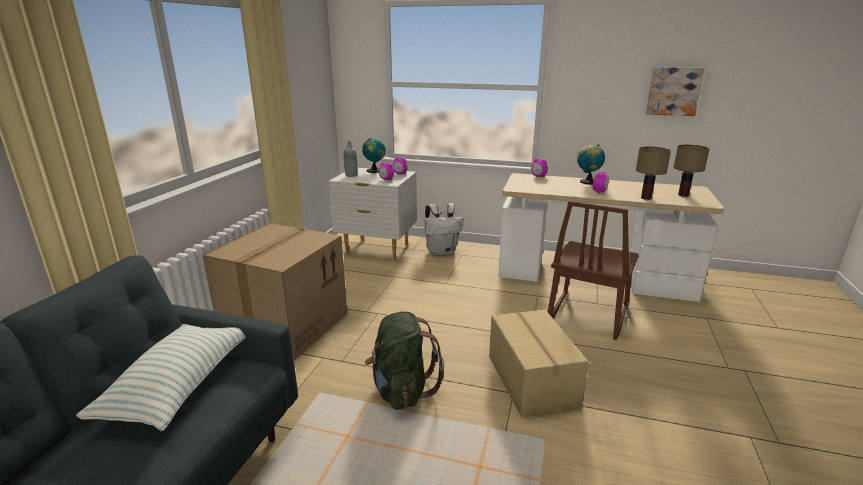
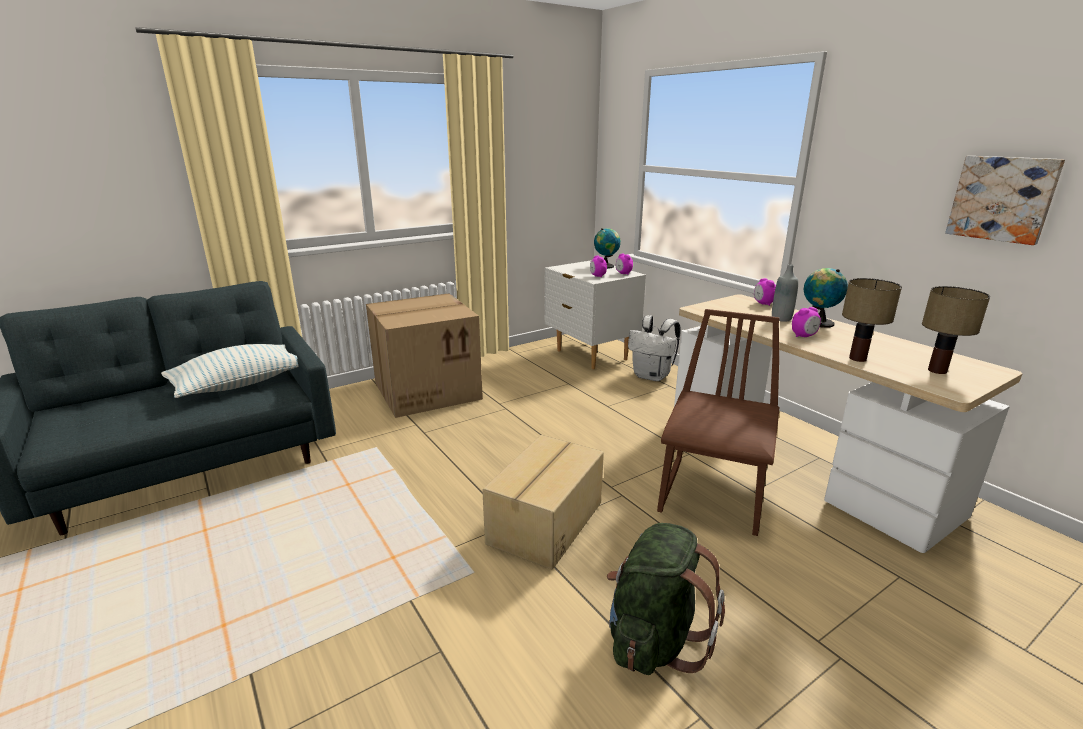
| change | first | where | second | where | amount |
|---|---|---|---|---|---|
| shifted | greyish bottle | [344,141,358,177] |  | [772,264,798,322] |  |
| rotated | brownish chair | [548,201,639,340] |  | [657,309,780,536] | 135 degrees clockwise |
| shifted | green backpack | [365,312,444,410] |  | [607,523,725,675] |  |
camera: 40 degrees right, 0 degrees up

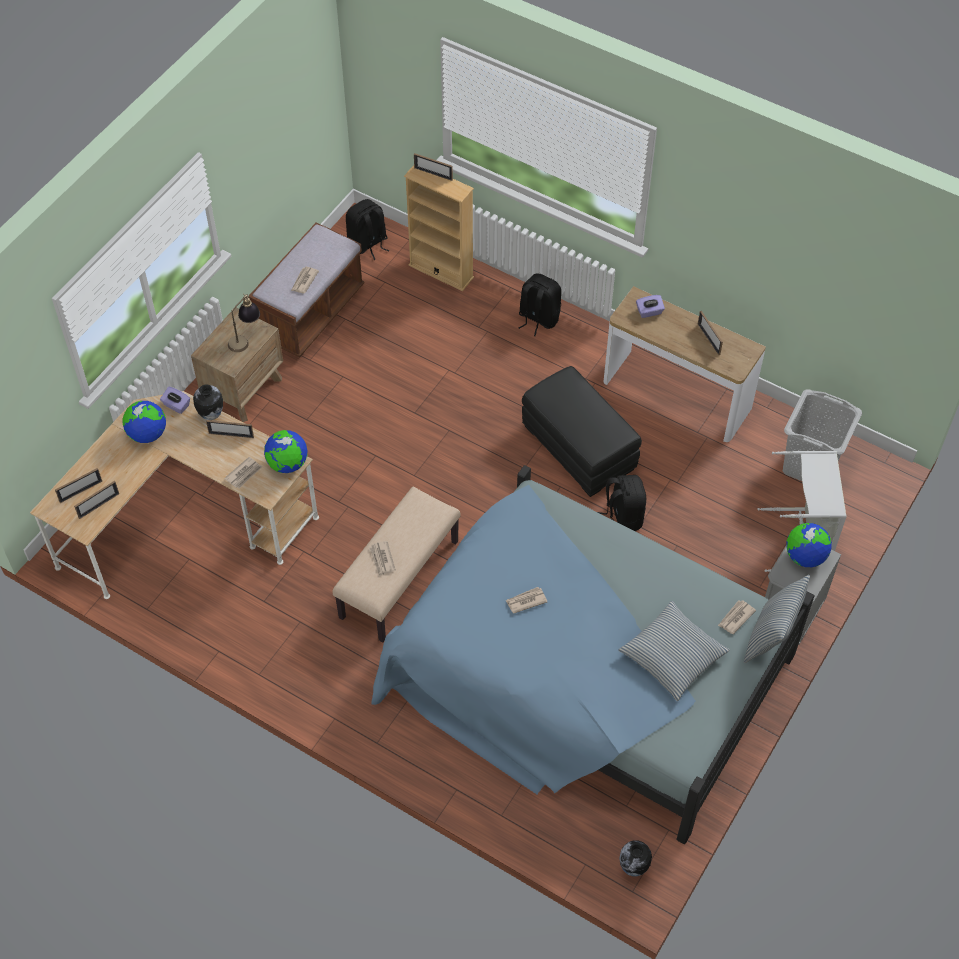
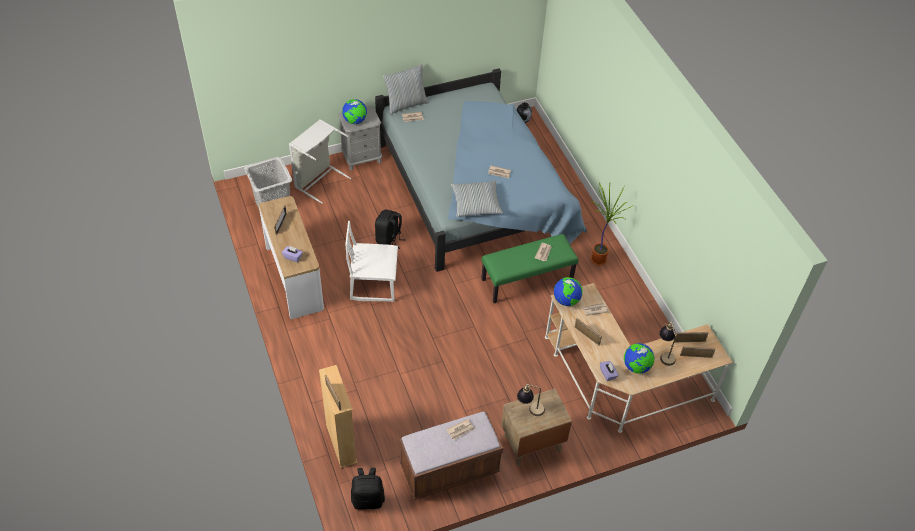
| change | first | where | second | where | amount |
|---|---|---|---|---|---|
| gone | blackish backpack | [519,273,561,336] |  |  |  |
| swapped | blackish pouffe | [522,366,642,497] | white chair | [345,221,398,302] |  |
| gone | vase | [193,384,223,420] |  |  |  |
| repainted | sand-coloured long seat | [332,487,461,642] | green long seat | [482,234,578,303] |  |
| shifted | throw pillow | [618,601,730,701] |  | [451,180,503,217] |  |
| new |  |  | potted plant | [590,182,634,265] |  |
| new |  |  | lamp for a table | [659,321,676,366] |  |
camera: 145 degrees left, 5 degrees down

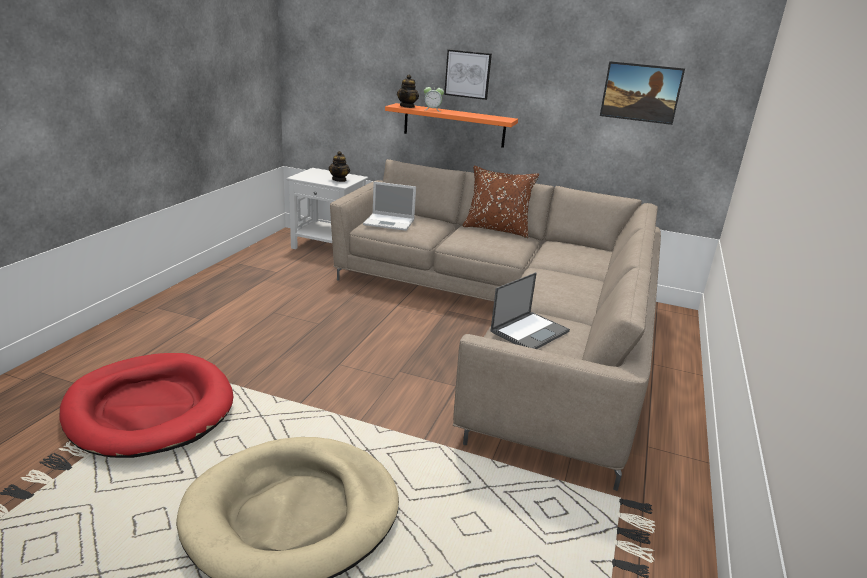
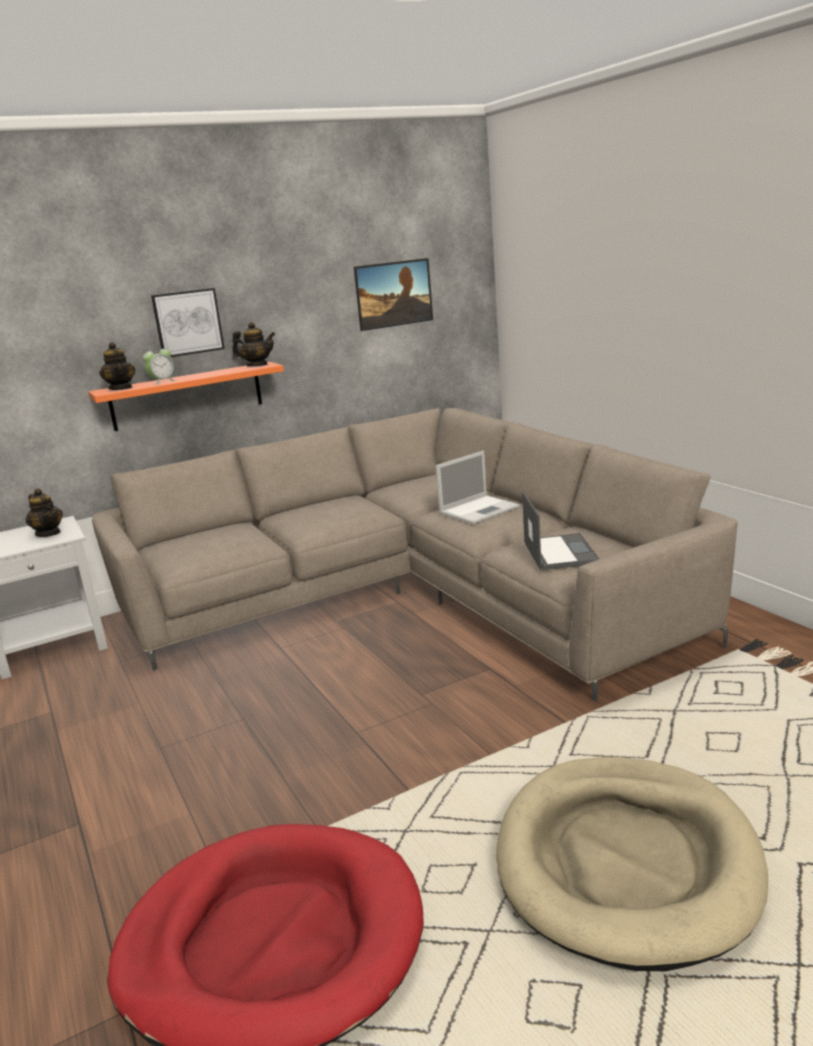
| change | first | where | second | where | amount |
|---|---|---|---|---|---|
| gone | brownish throw pillow | [463,166,539,238] |  |  |  |
| shifted | laptop | [363,181,416,231] |  | [435,451,520,524] |  |
| new |  |  | tea pot | [232,322,275,367] |  |
camera: 45 degrees left, 5 degrees down

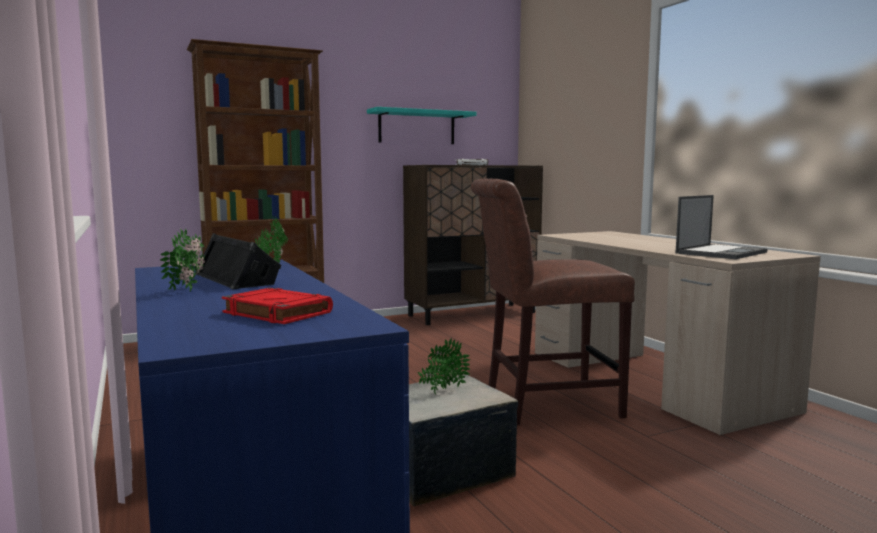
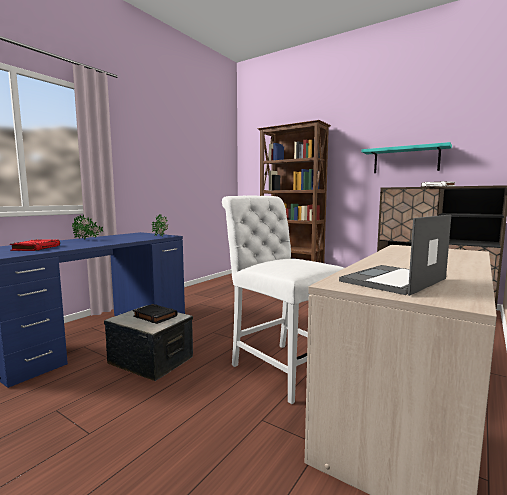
| change | first | where | second | where | amount |
|---|---|---|---|---|---|
| repainted | brownish chair | [471,178,635,425] | white chair | [222,196,344,404] |  |
| rotated | laptop | [676,195,767,259] |  | [339,215,451,296] | 120 degrees clockwise |
| gone | blackish speaker | [195,233,281,290] |  |  |  |
| swapped | potted plant | [418,338,470,394] | blackish book | [133,304,178,324] |  |
camera: 60 degrees right, 0 degrees up

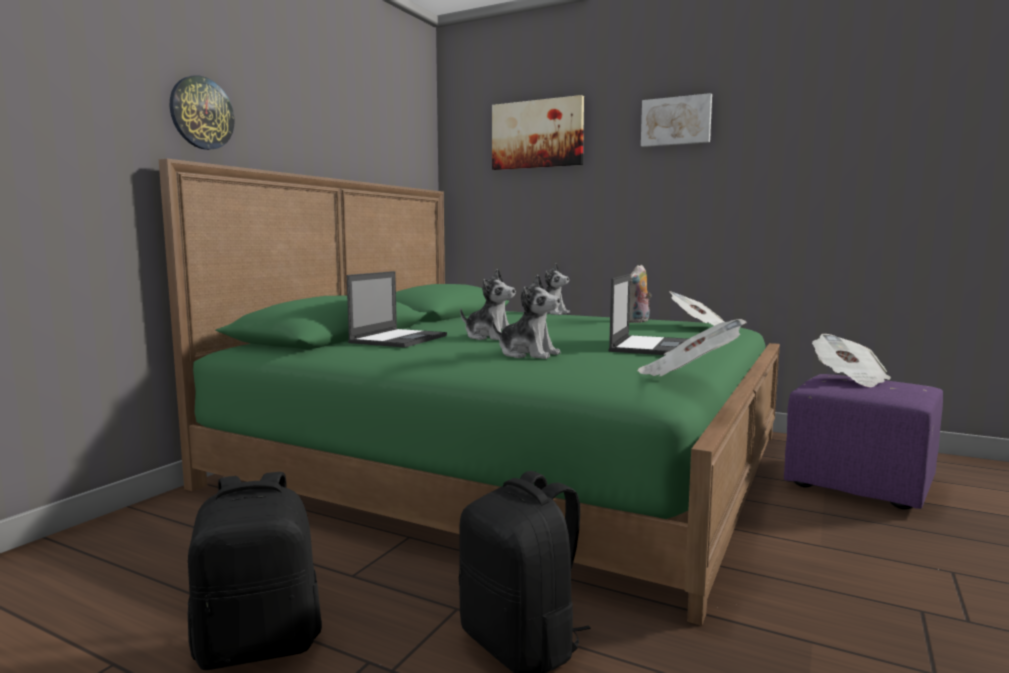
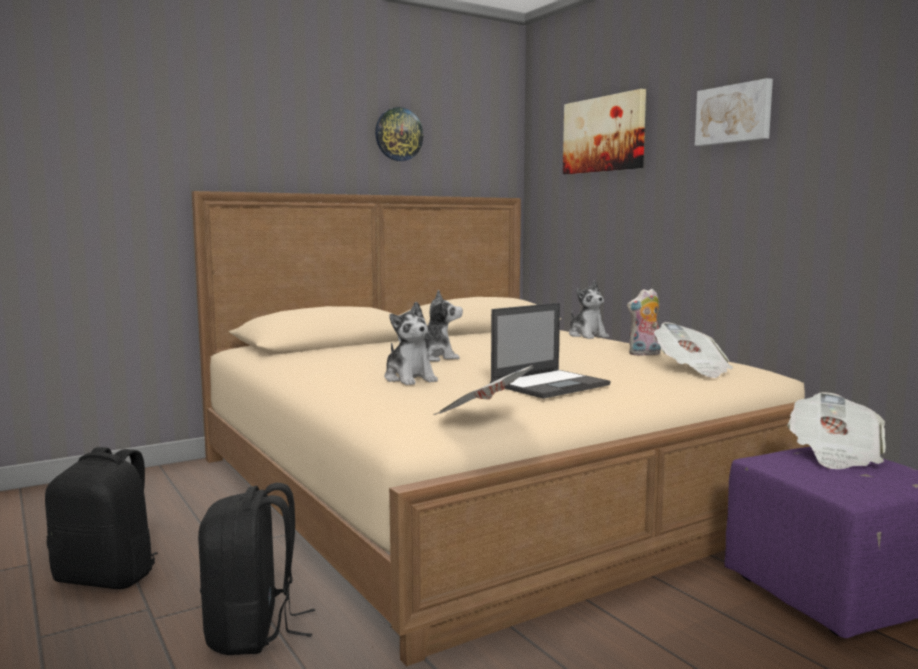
| change | first | where | second | where | amount |
|---|---|---|---|---|---|
| shifted | clock on the wall | [170,76,234,150] |  | [375,107,423,161] |  |
| repainted | green bed | [159,159,780,626] | sand-coloured bed | [192,191,811,666] |  |
| rotated | cuddly toy | [460,269,516,340] |  | [398,290,463,362] | 75 degrees counterclockwise |
| gone | laptop | [347,271,447,348] |  |  |  |
camera: 30 degrees right, 0 degrees up

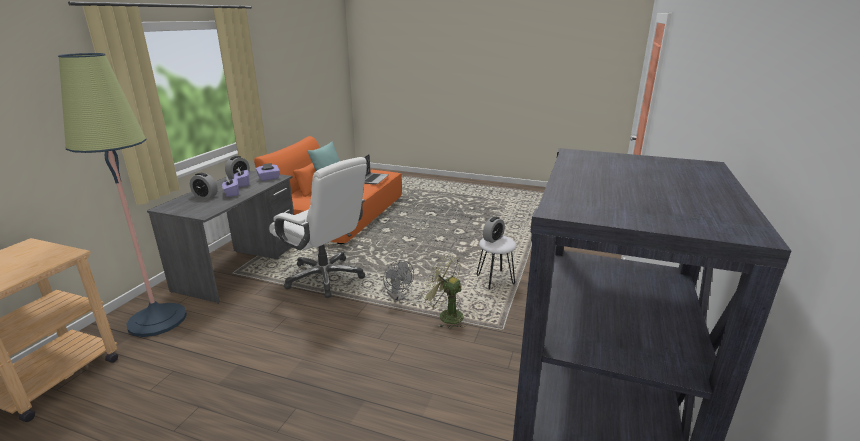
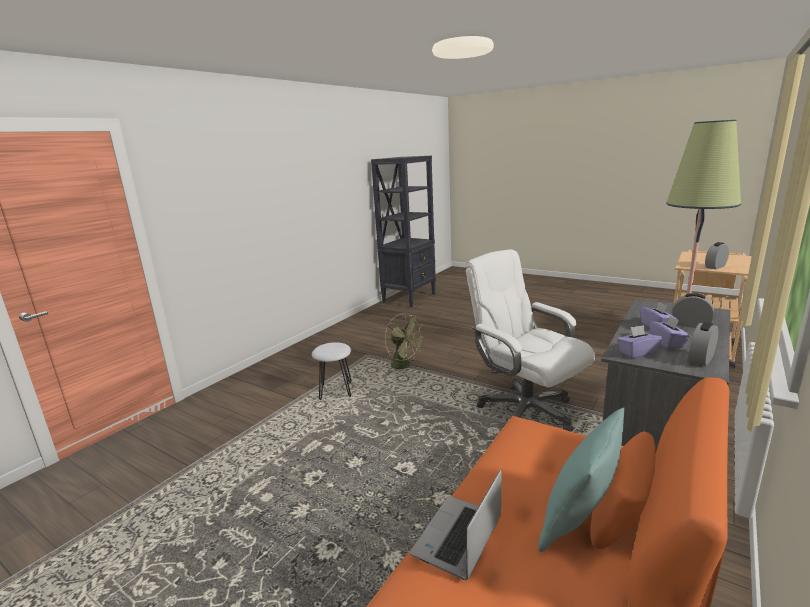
| change | first | where | second | where | amount |
|---|---|---|---|---|---|
| shifted | bedside clock | [483,216,505,243] |  | [705,242,729,270] |  |
| gone | greyish electric fan | [383,260,414,302] |  |  |  |
camera: 165 degrees left, 5 degrees down

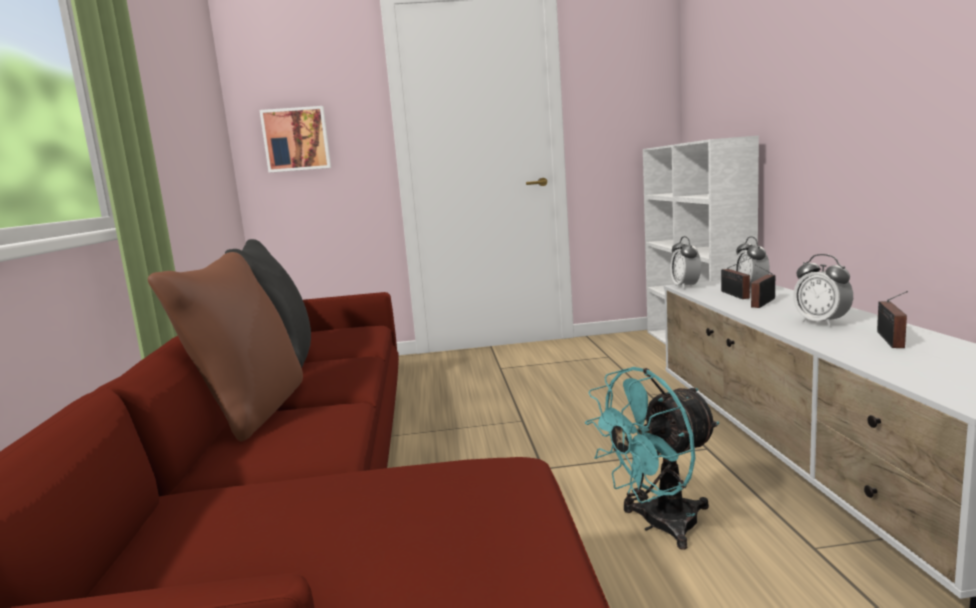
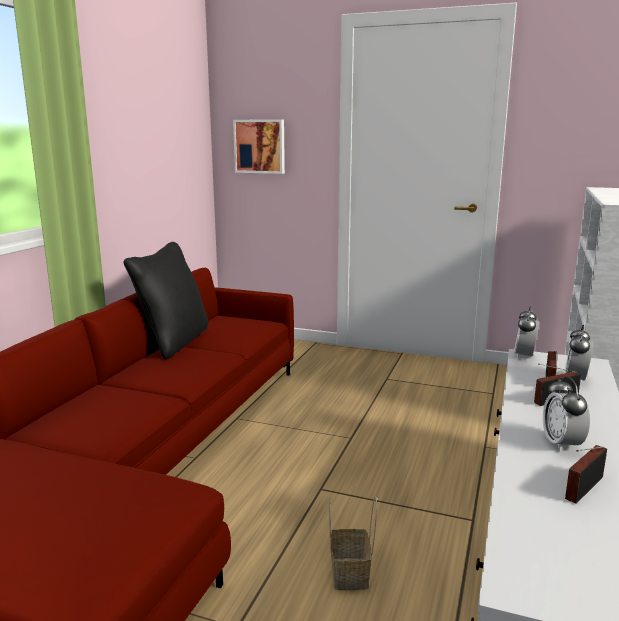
| change | first | where | second | where | amount |
|---|---|---|---|---|---|
| gone | brownish throw pillow | [148,252,303,441] |  |  |  |
| swapped | turquoise electric fan | [585,367,719,550] | household basket | [329,496,377,590] |  |
camera: 25 degrees right, 5 degrees up

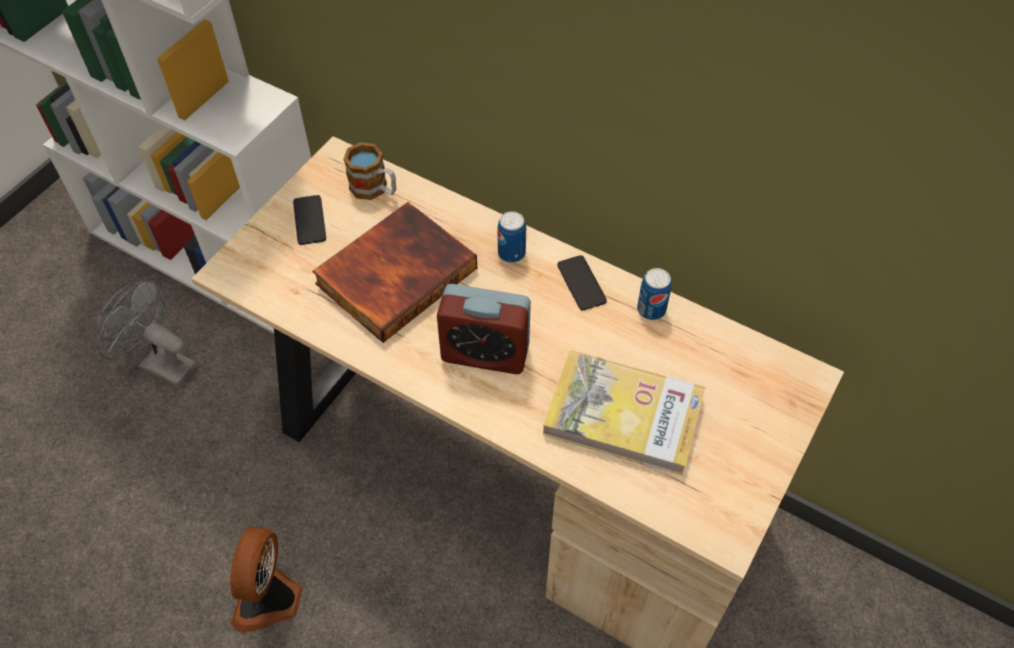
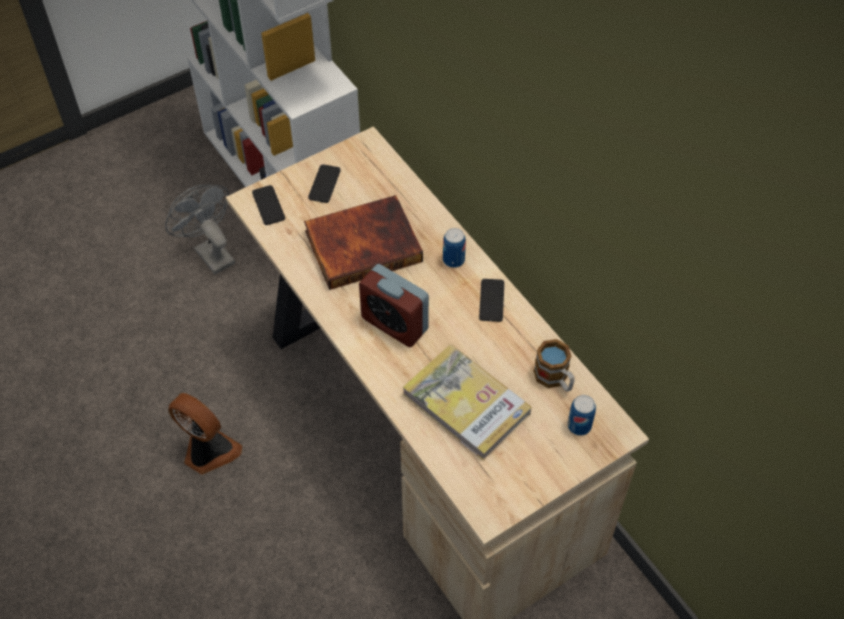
| change | first | where | second | where | amount |
|---|---|---|---|---|---|
| shifted | tea mug | [343,142,396,200] |  | [534,339,575,392] |  |
| shifted | sealed can | [637,268,672,320] |  | [567,395,596,436] |  |
| rotated | electric fan | [230,527,303,632] |  | [168,393,242,474] | 90 degrees clockwise |
| new |  |  | telephone | [252,185,285,225] |  |
camera: 25 degrees right, 0 degrees up

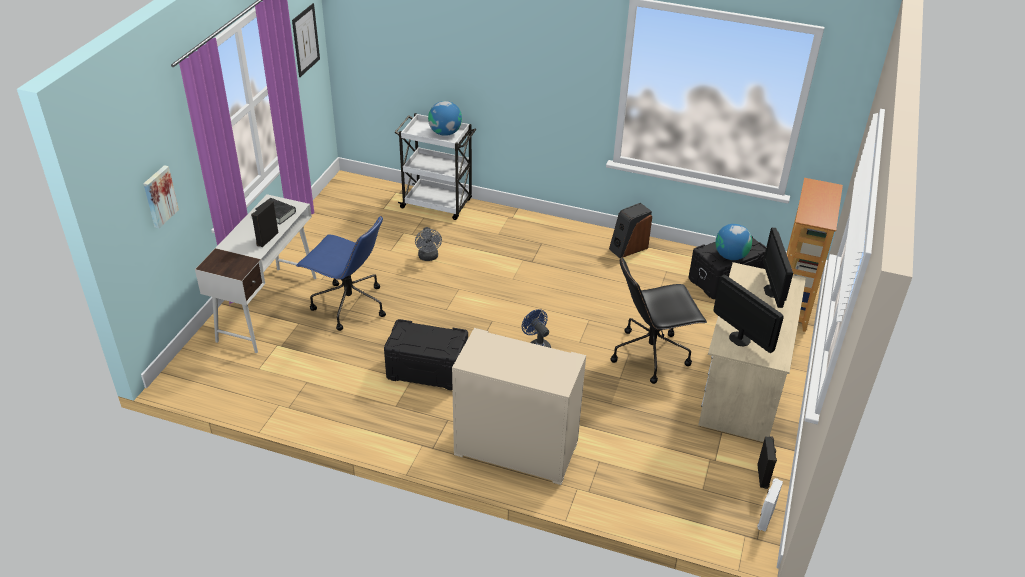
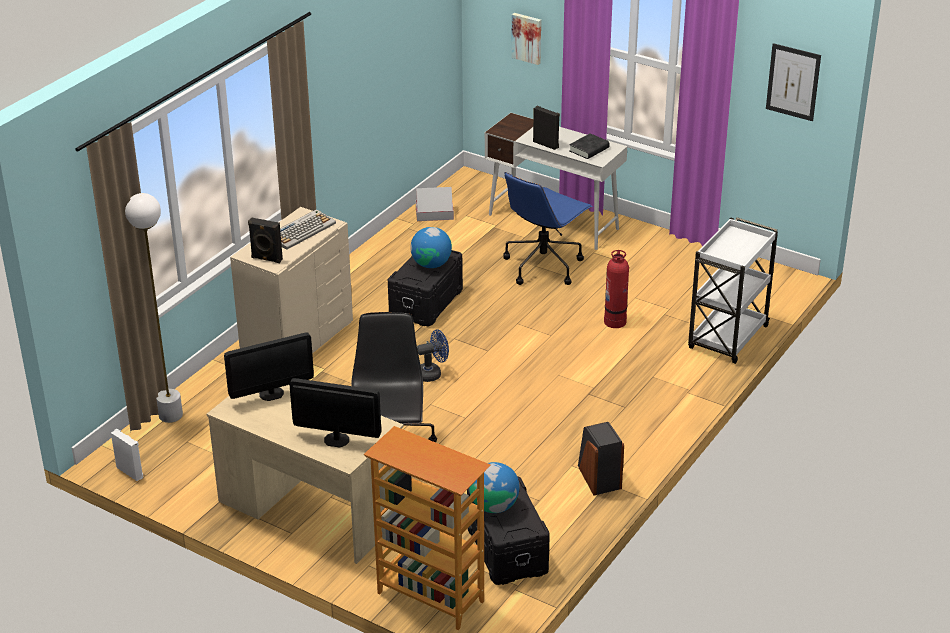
| change | first | where | second | where | amount |
|---|---|---|---|---|---|
| shifted | globe | [428,101,462,136] |  | [410,227,452,268] |  |
| swapped | greyish electric fan | [415,227,442,261] | fire-fighting cylinder | [604,250,629,328] |  |
| shifted | blackish speaker | [757,436,777,489] |  | [248,218,283,263] |  |
| new |  |  | packing box | [416,187,454,221] |  |
| new |  |  | white standard lamp | [125,193,183,423] |  |
| new |  |  | PC keyboard | [280,209,336,249] |  |
camera: 105 degrees right, 5 degrees down

